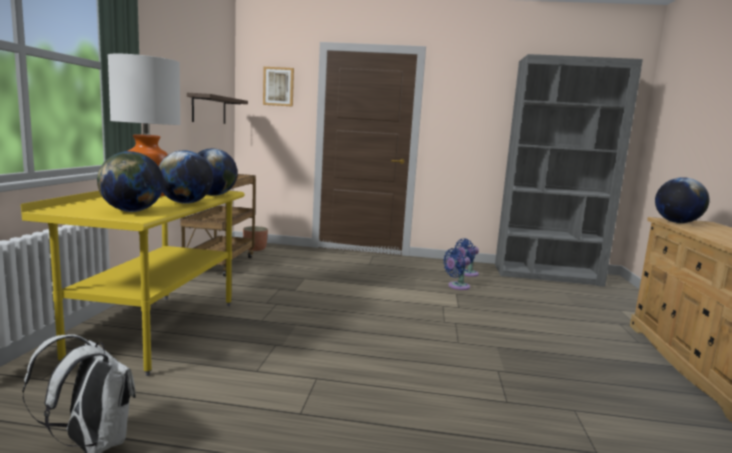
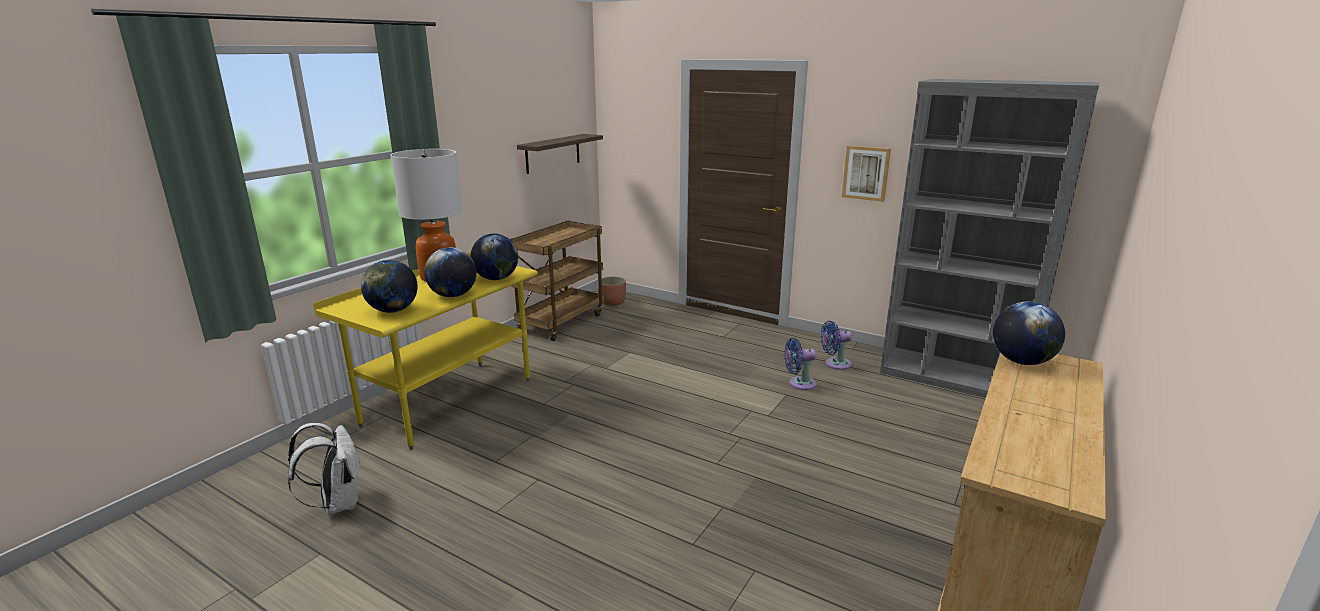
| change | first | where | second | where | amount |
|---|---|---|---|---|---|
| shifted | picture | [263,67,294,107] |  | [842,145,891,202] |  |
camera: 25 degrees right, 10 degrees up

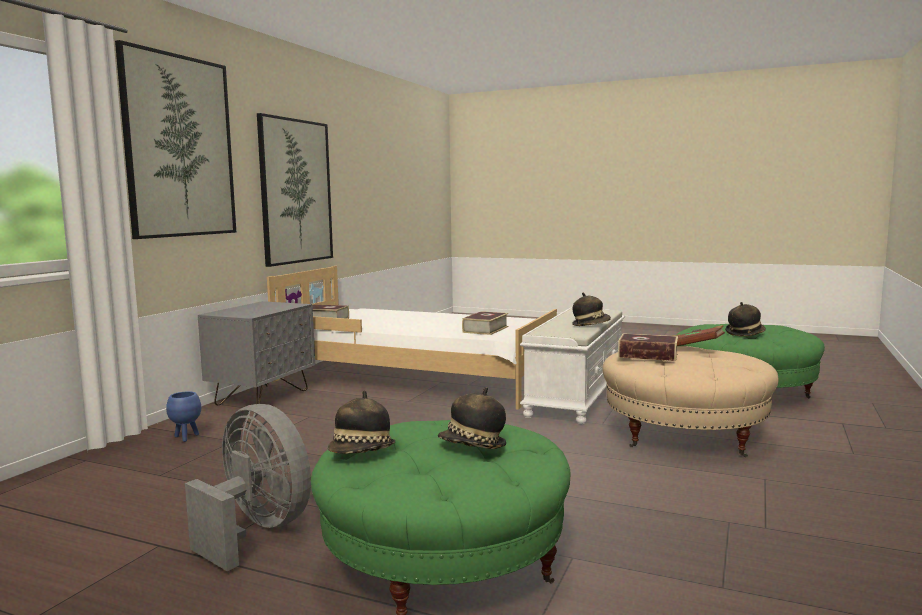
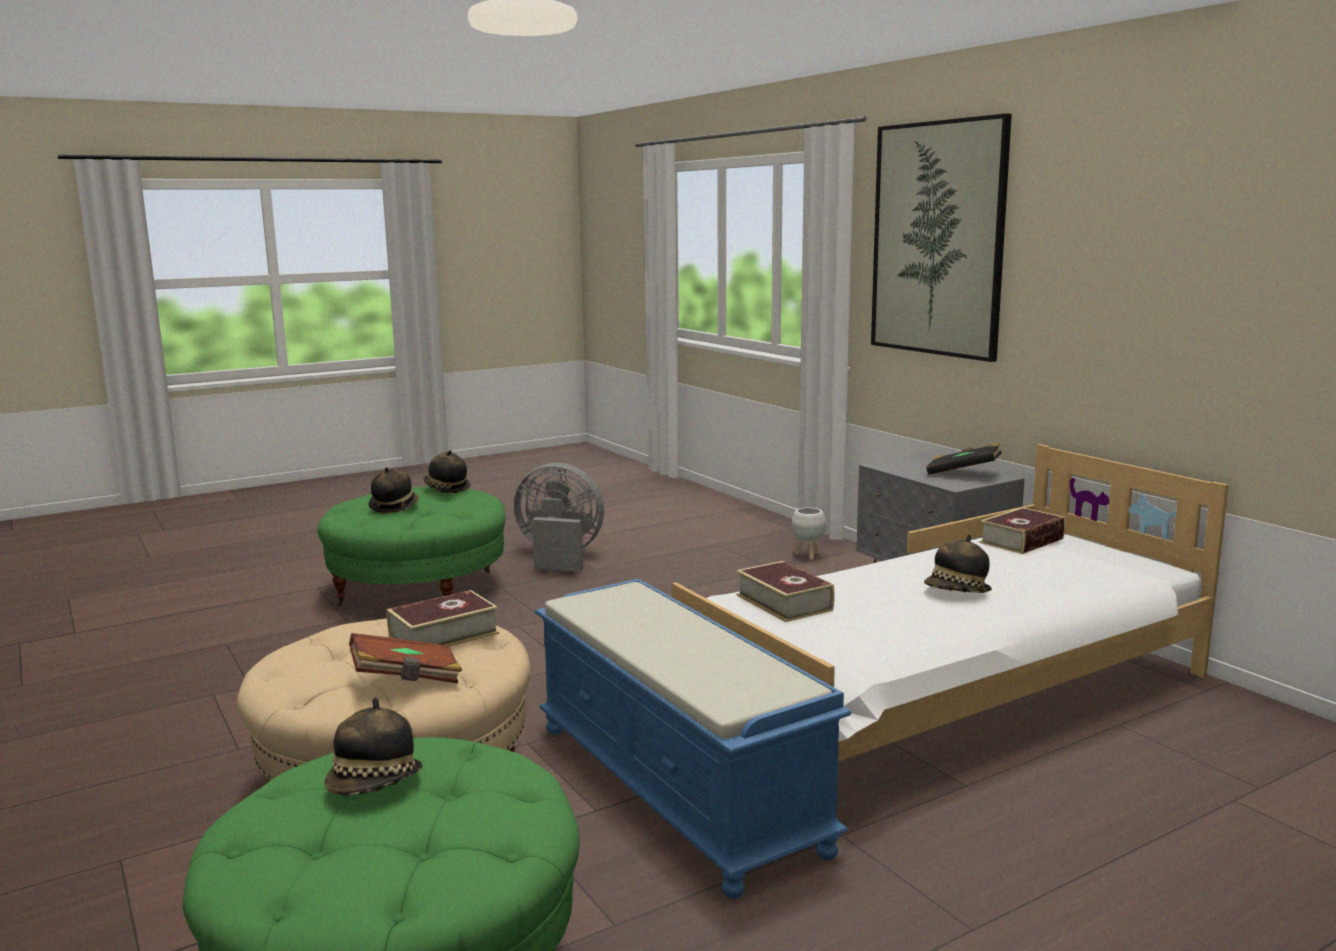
| change | first | where | second | where | amount |
|---|---|---|---|---|---|
| gone | picture | [257,113,333,267] |  |  |  |
| shifted | wearable hat | [572,292,611,326] |  | [924,534,992,593] |  |
| repainted | white long seat | [520,308,625,424] | bluish long seat | [535,579,851,899] |  |
| repainted | bluish plant pot | [166,391,201,442] | white plant pot | [791,507,826,560] |  |
| rotated | greyish electric fan | [185,404,311,571] |  | [514,463,604,572] | 150 degrees counterclockwise |
| new |  |  | blackish book | [926,443,1002,475] |  |
camera: 125 degrees right, 5 degrees up

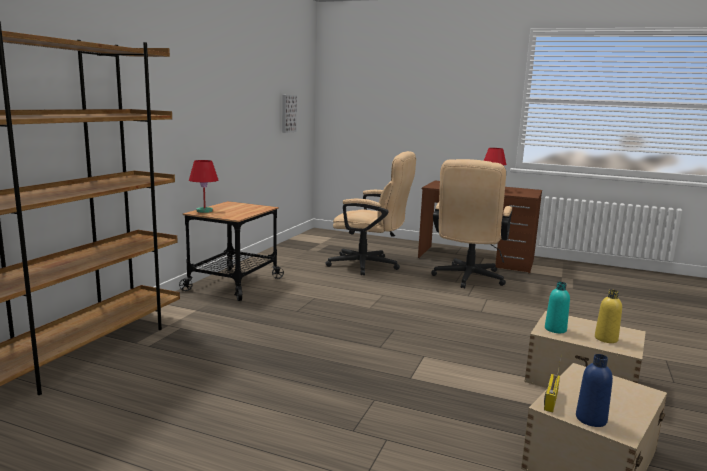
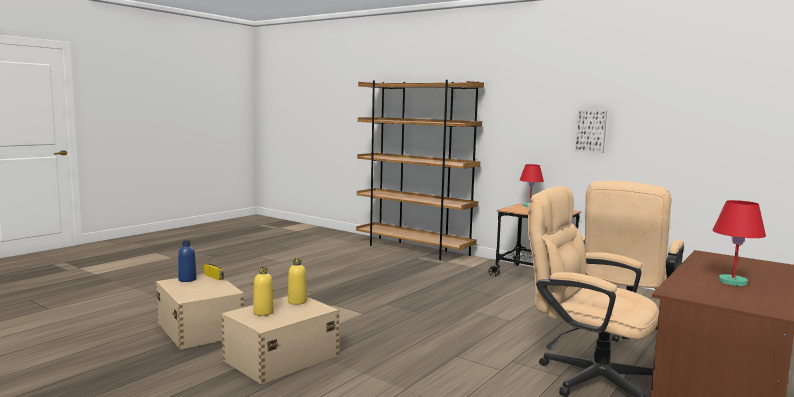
| change | first | where | second | where | amount |
|---|---|---|---|---|---|
| shifted | picture | [282,95,297,133] |  | [575,110,607,153] |  |
| repainted | turquoise bottle | [545,282,570,333] | yellowish bottle | [288,258,307,305] |  |
camera: 105 degrees right, 5 degrees down

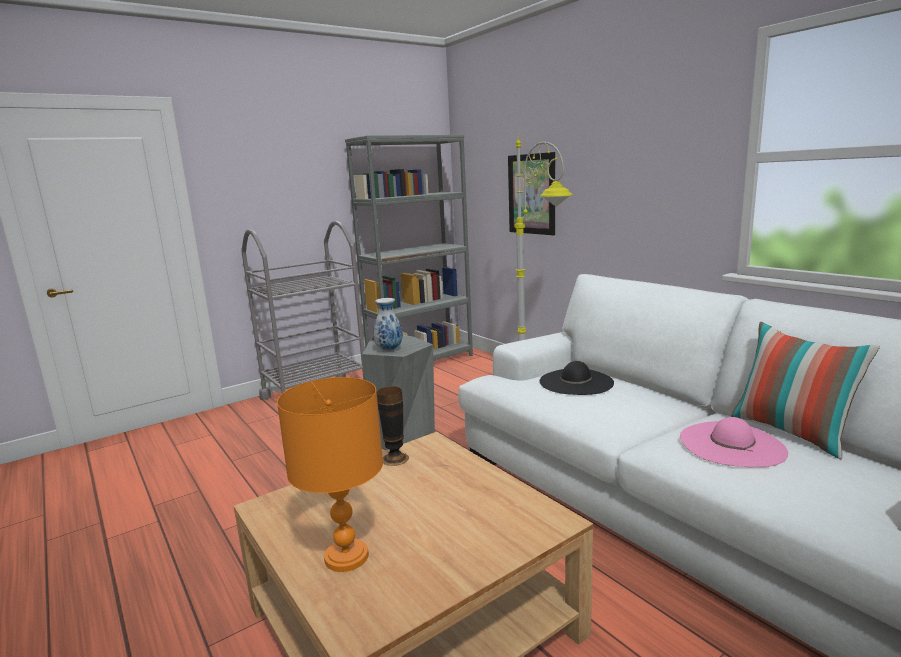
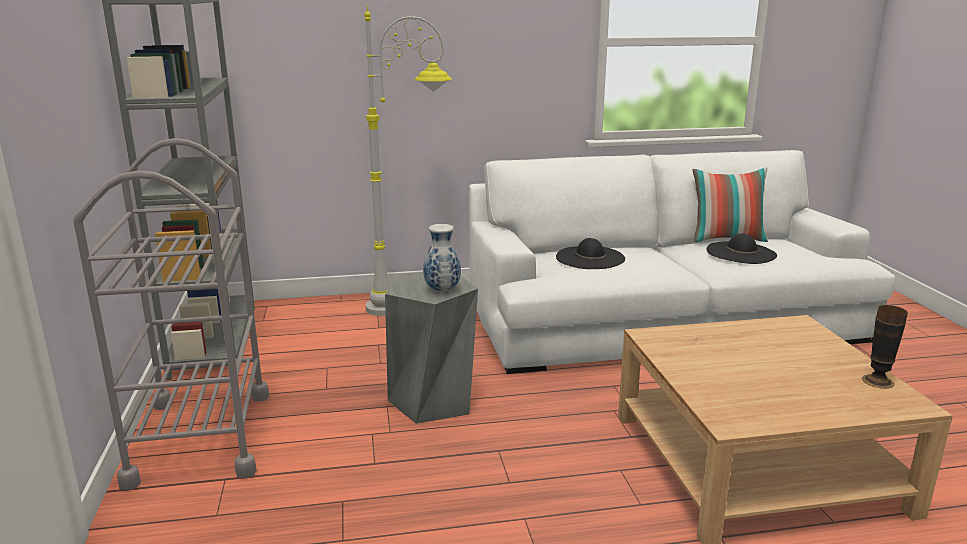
| change | first | where | second | where | amount |
|---|---|---|---|---|---|
| gone | picture | [508,152,555,235] |  |  |  |
| gone | orange-coloured lamp for a table | [277,377,383,572] |  |  |  |
| shifted | vase | [377,386,409,466] |  | [862,305,908,389] |  |
| repainted | pink wearable hat | [680,417,788,467] | blackish wearable hat | [707,234,777,264] |  |
camera: 65 degrees left, 5 degrees up

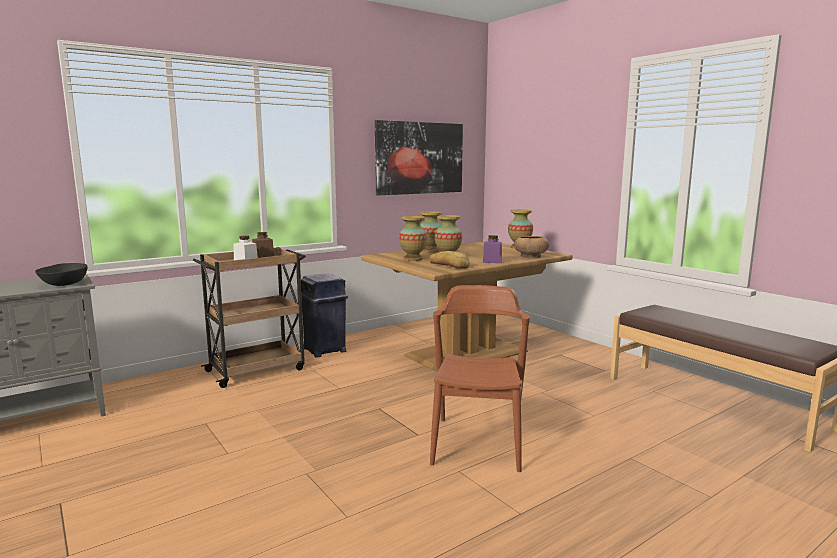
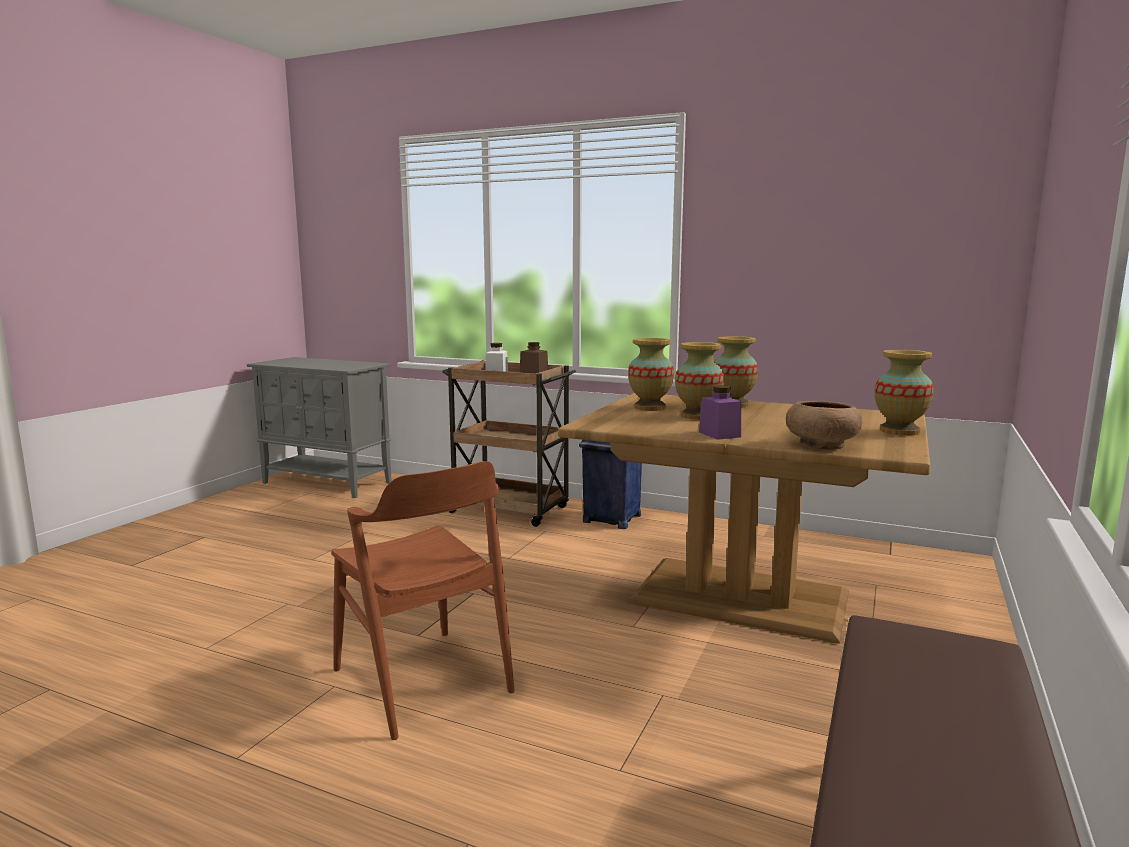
| change | first | where | second | where | amount |
|---|---|---|---|---|---|
| gone | picture | [375,120,463,195] |  |  |  |
| gone | baked bread | [429,251,469,269] |  |  |  |
| gone | blackish deep dish | [35,263,88,286] |  |  |  |
| rotated | brownish chair | [430,285,530,472] |  | [331,461,515,740] | 75 degrees clockwise |
camera: 60 degrees right, 0 degrees up

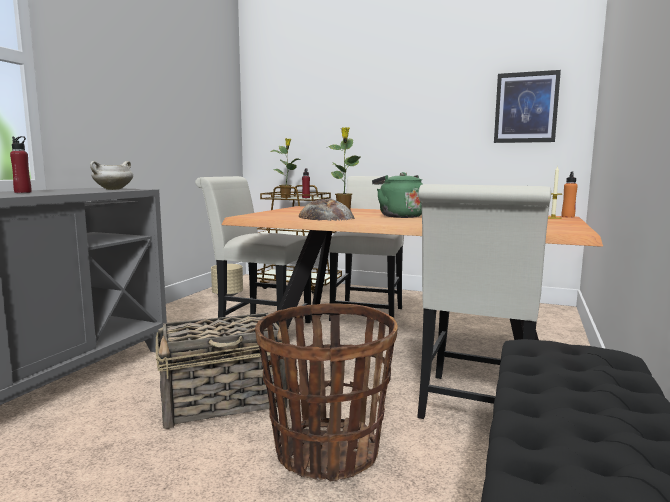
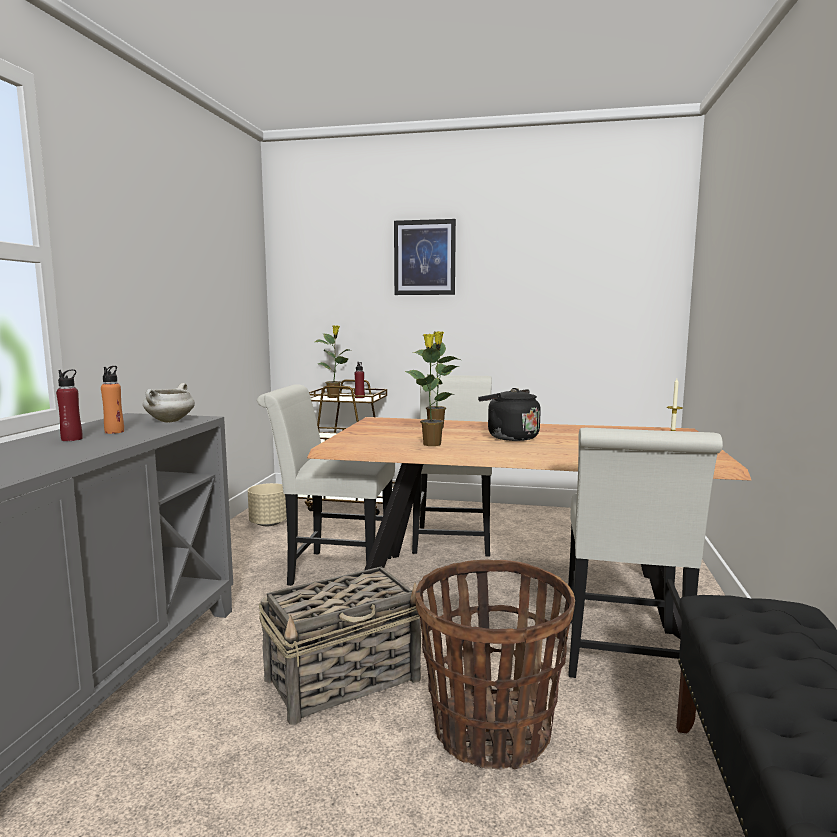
| change | first | where | second | where | amount |
|---|---|---|---|---|---|
| shifted | picture | [494,70,561,143] |  | [394,219,456,295] |  |
| shifted | orange-coloured bottle | [561,171,578,218] |  | [101,366,124,434] |  |
| repainted | green water kettle | [372,172,423,218] | blackish water kettle | [478,388,541,441] |  |
| swapped | baked bread | [298,199,355,221] | potted plant | [405,334,460,446] |  |
camera: 10 degrees left, 0 degrees up

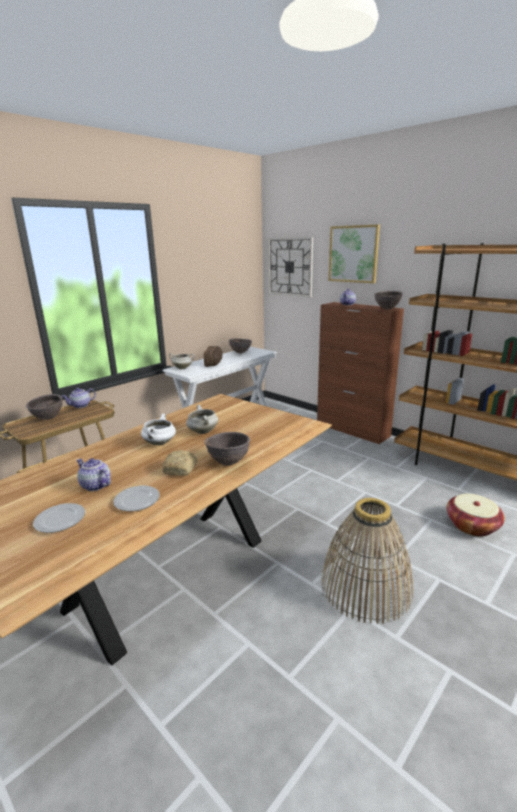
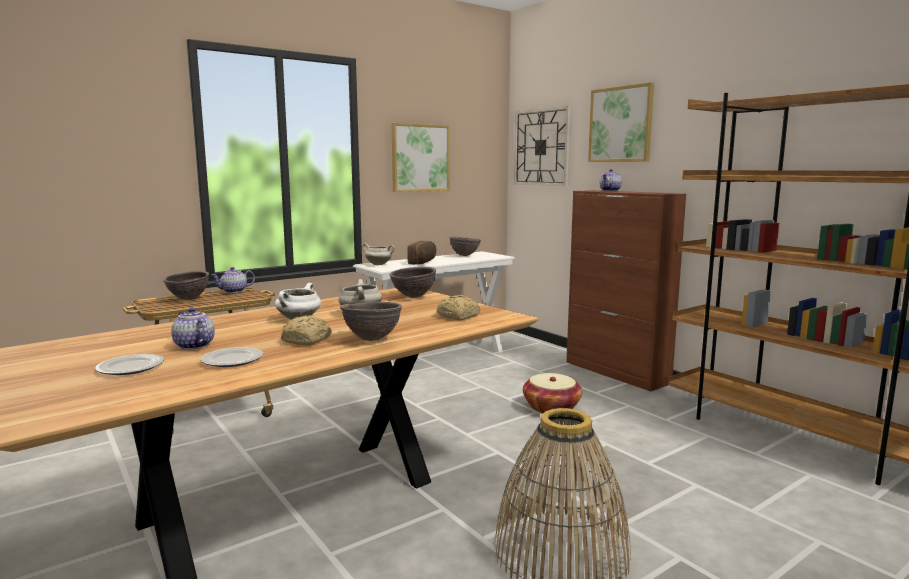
| change | first | where | second | where | amount |
|---|---|---|---|---|---|
| shifted | brownish deep dish | [374,291,403,310] |  | [390,266,436,298] |  |
| shifted | household basket | [447,493,505,537] |  | [523,373,582,413] |  |
| new |  |  | picture | [391,123,450,192] |  |
| new |  |  | baked bread | [437,295,480,321] |  |
camera: 10 degrees right, 10 degrees down

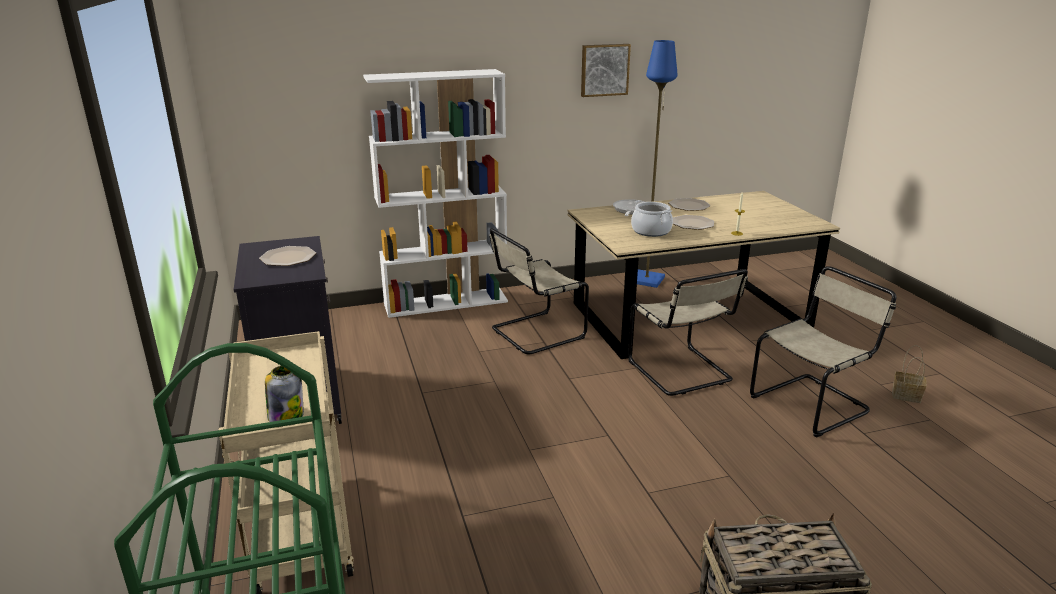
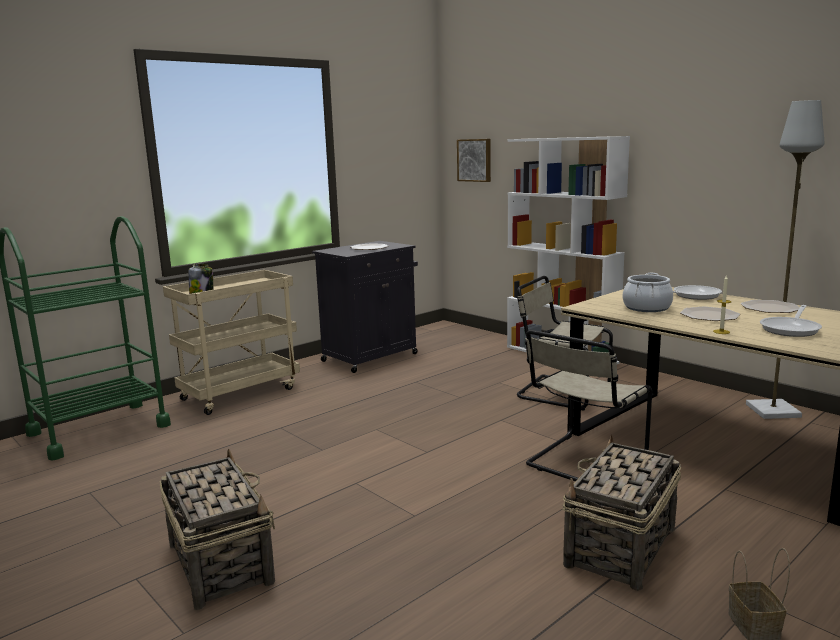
| change | first | where | second | where | amount |
|---|---|---|---|---|---|
| repainted | bluish standard lamp | [637,40,677,288] | greyish standard lamp | [746,100,824,419] |  |
| shifted | picture | [581,44,631,97] |  | [457,139,491,182] |  |
| swapped | sand-coloured chair | [750,266,896,437] | household basket | [562,435,681,591] |  |
| new |  |  | pan | [760,305,822,337] |  |
camera: 65 degrees right, 10 degrees down

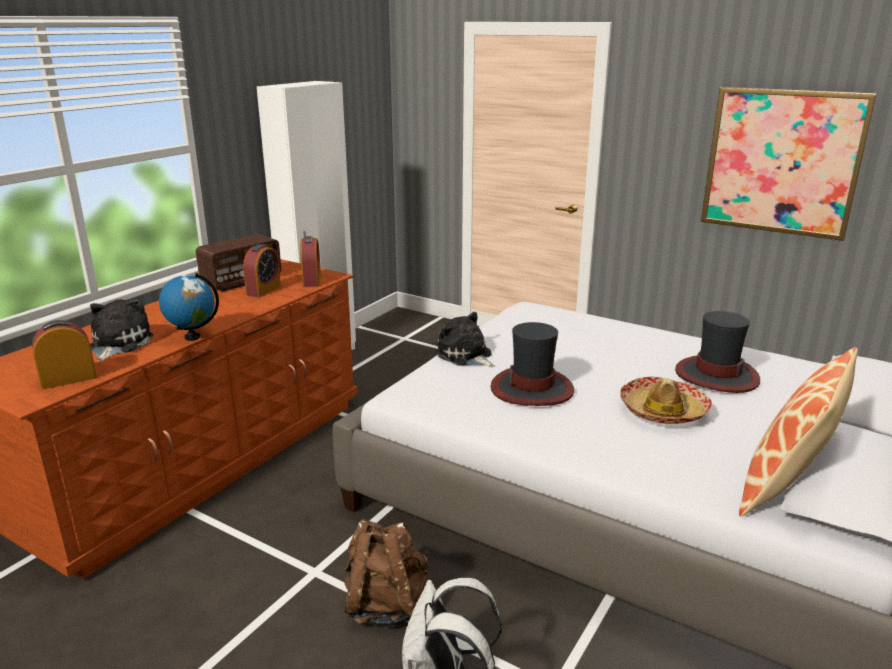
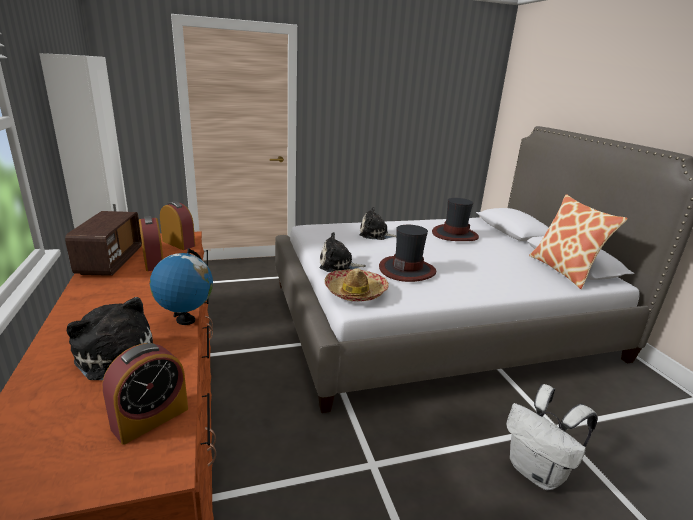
| change | first | where | second | where | amount |
|---|---|---|---|---|---|
| gone | picture | [701,87,877,241] |  |  |  |
| rotated | bedside clock | [32,320,97,389] |  | [102,343,188,445] | 150 degrees counterclockwise |
| shifted | wearable hat | [620,376,712,424] |  | [325,268,389,301] |  |
| gone | brownish backpack | [344,519,428,626] |  |  |  |
| new |  |  | cuddly toy | [359,207,397,240] |  |
camera: 50 degrees left, 0 degrees up

